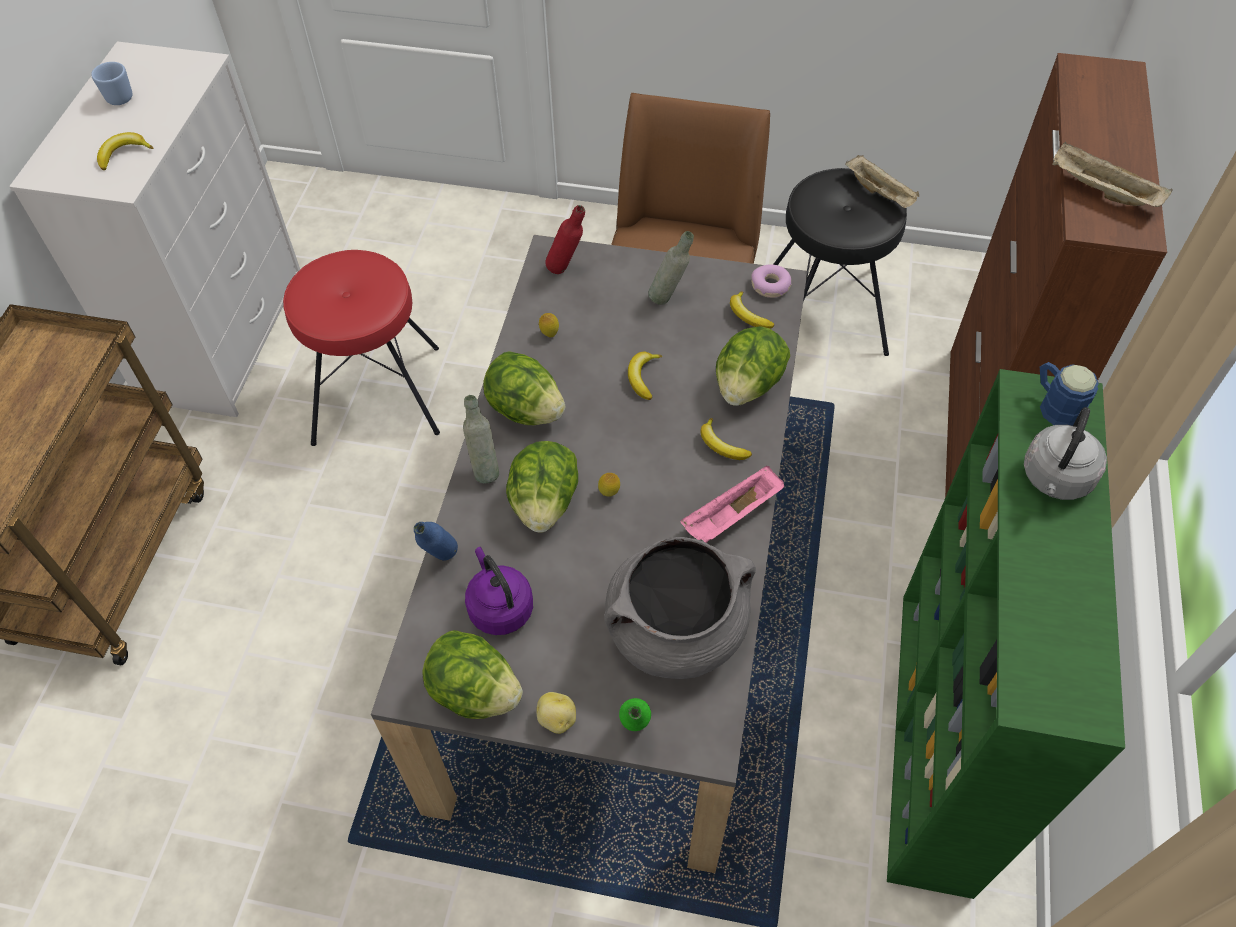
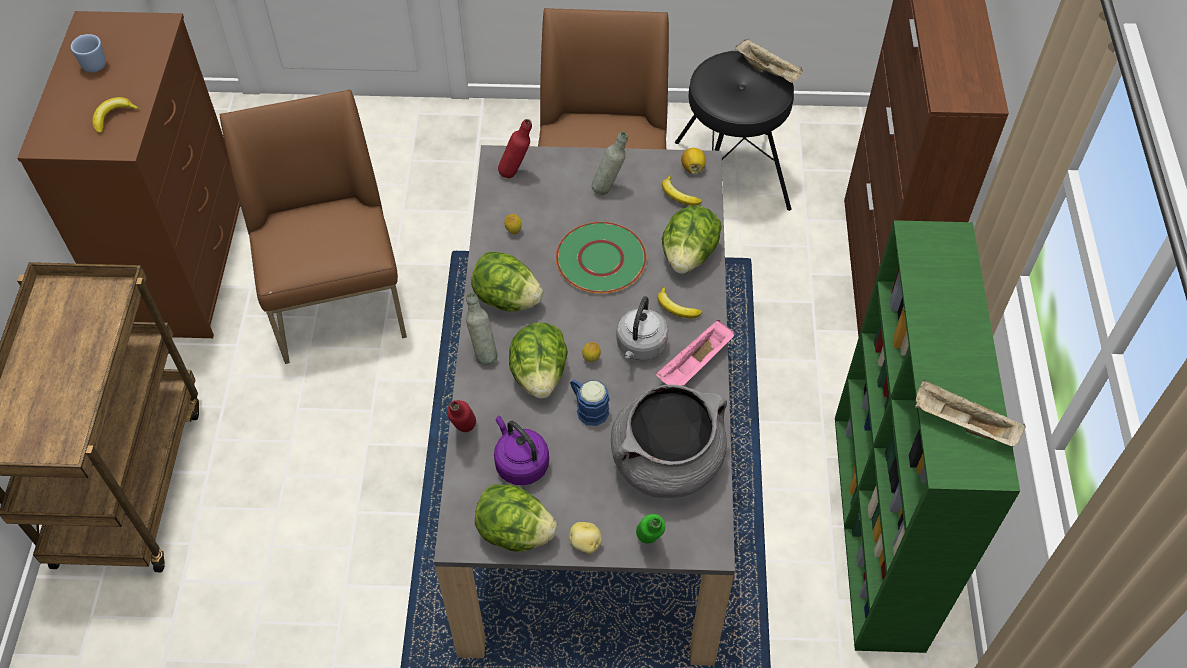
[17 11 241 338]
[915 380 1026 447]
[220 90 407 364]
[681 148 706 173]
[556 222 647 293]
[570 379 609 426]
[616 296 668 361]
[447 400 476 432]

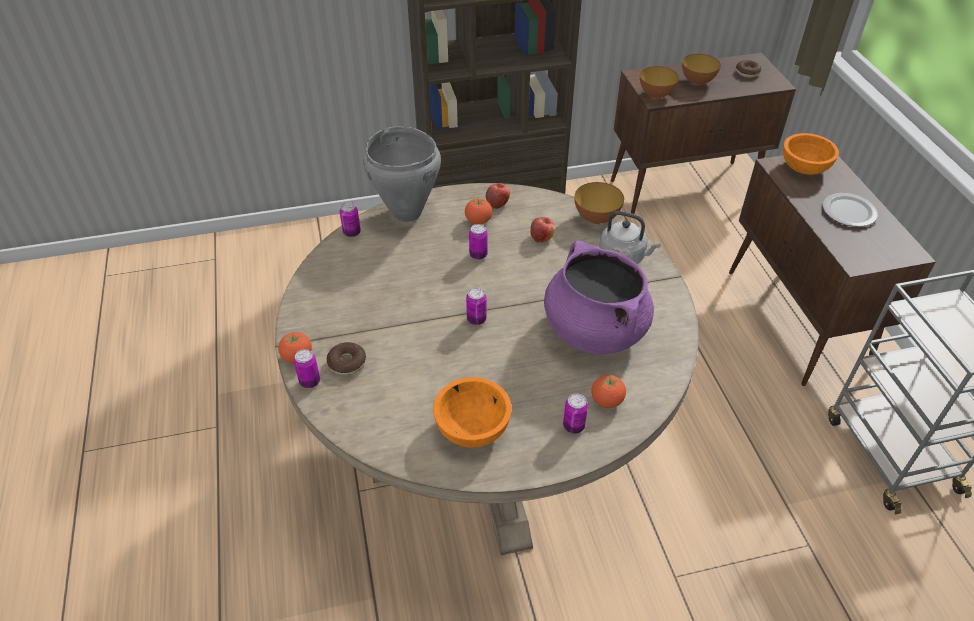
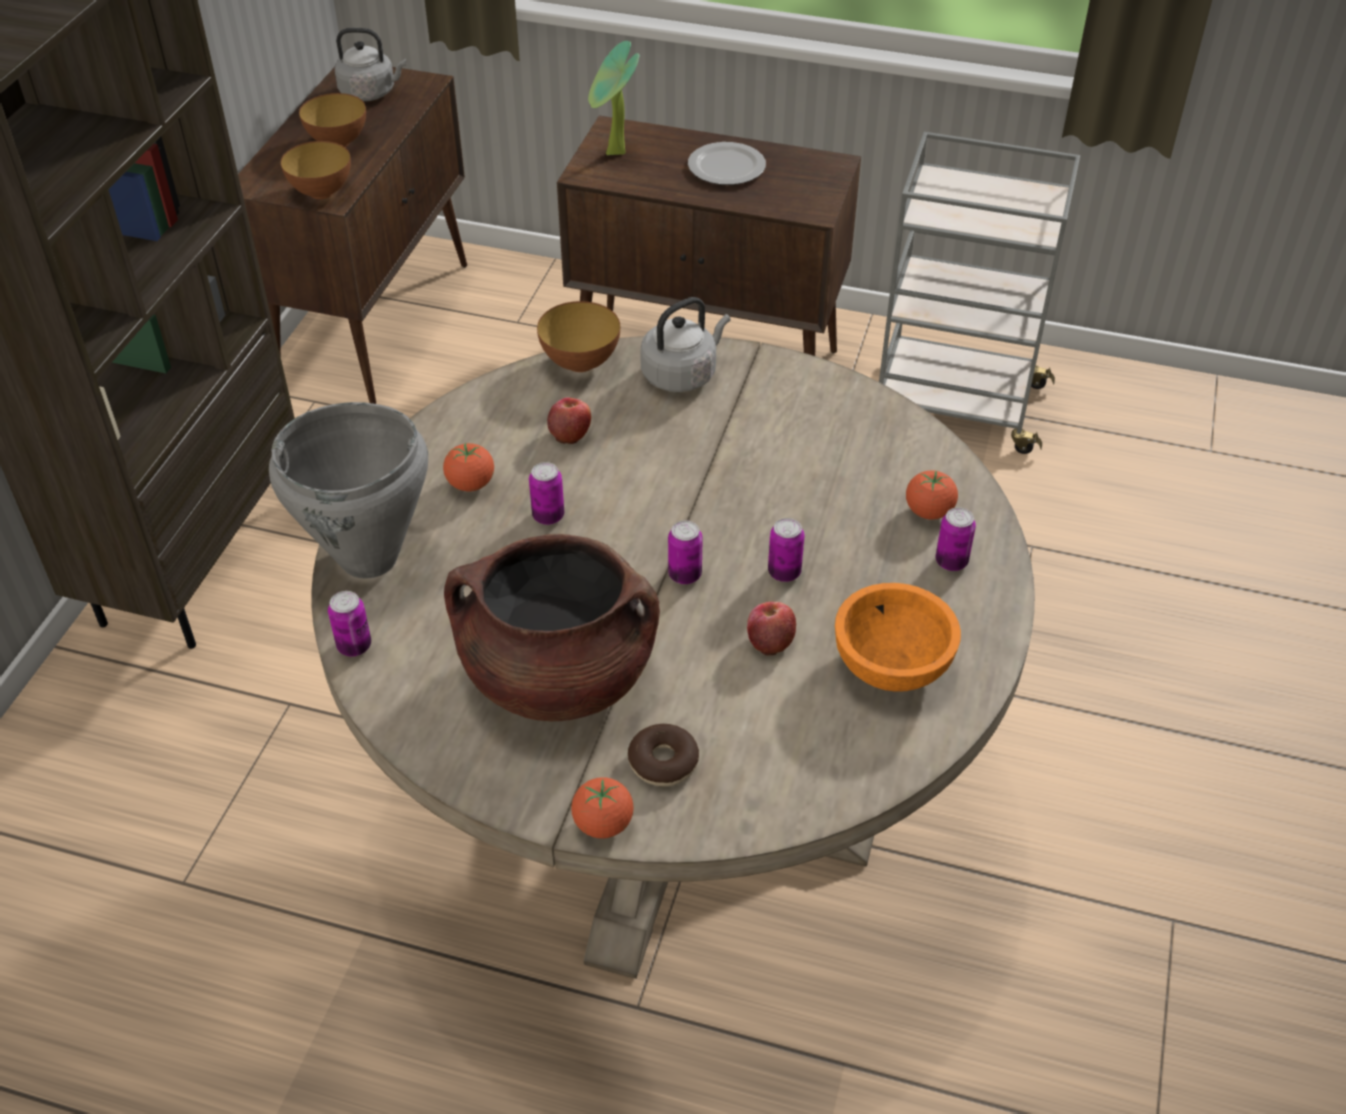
[335 28 406 101]
[588 41 640 155]
[747 602 796 656]
[544 240 654 354] (first image)
[768 518 805 582]
[444 534 660 721]

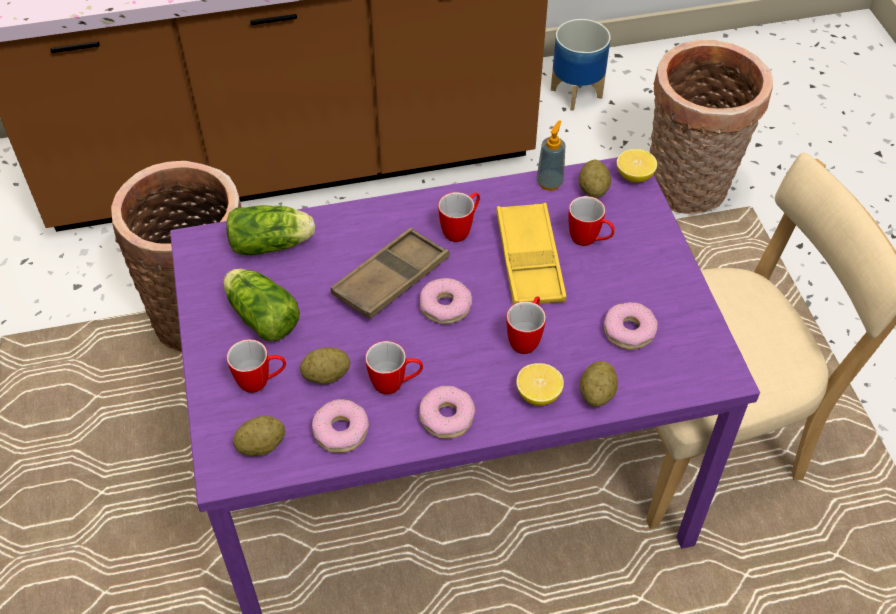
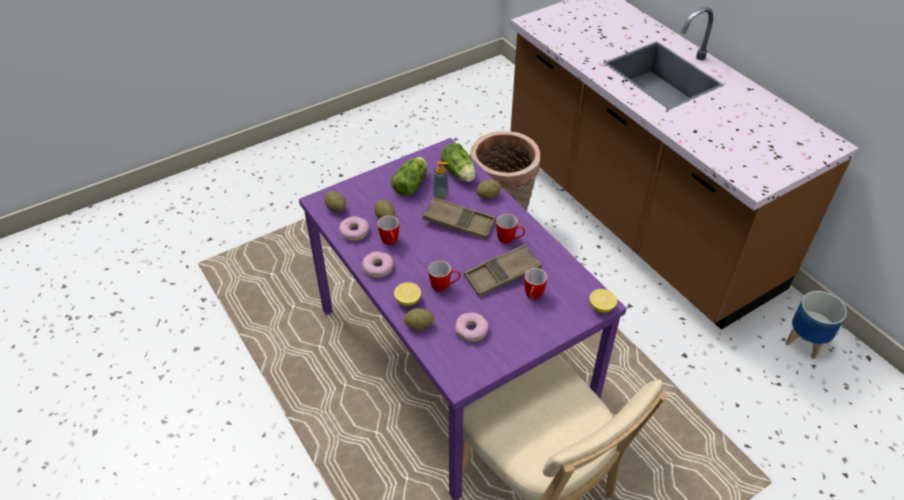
[650 40 773 214] (first image)
[433 161 449 199]
[476 180 501 199]
[464 244 542 296]
[420 278 472 324] (first image)
[227 339 286 393] (first image)

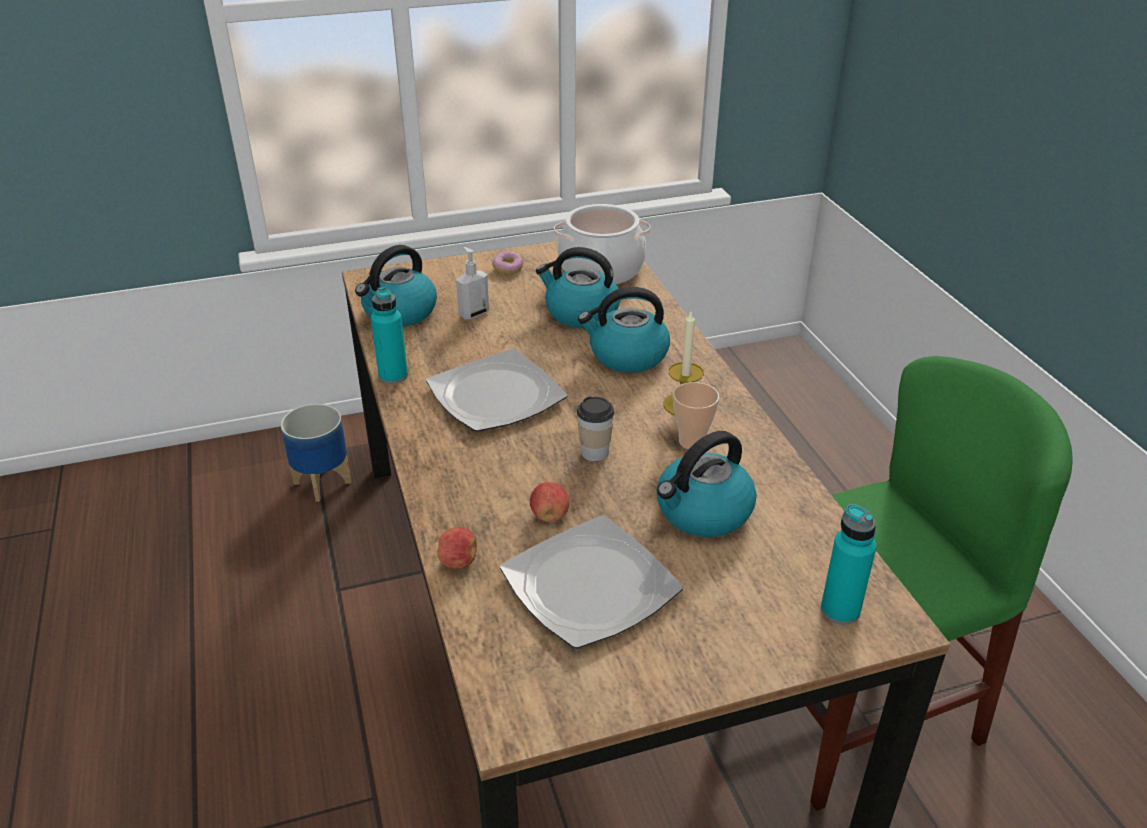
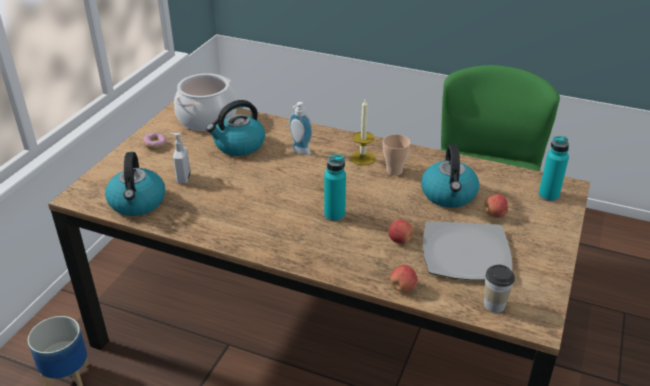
[324 154 346 222]
[289 102 312 155]
[426 349 568 431] (first image)
[484 265 515 313]
[485 194 509 218]

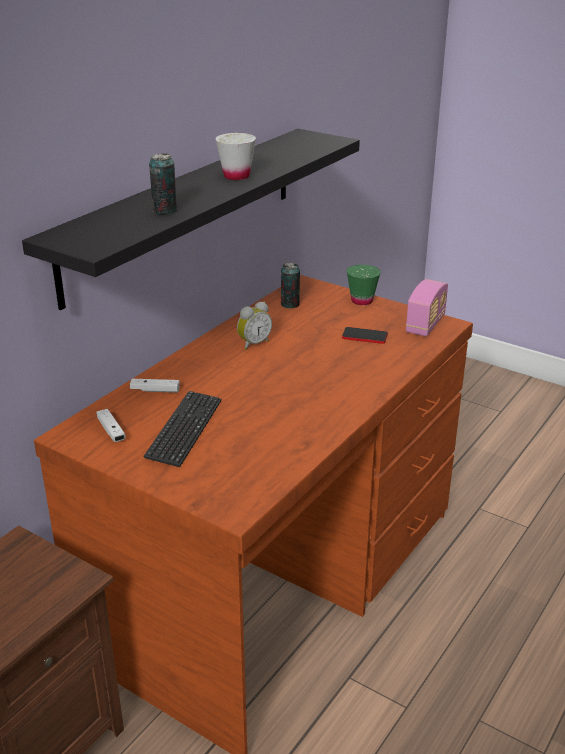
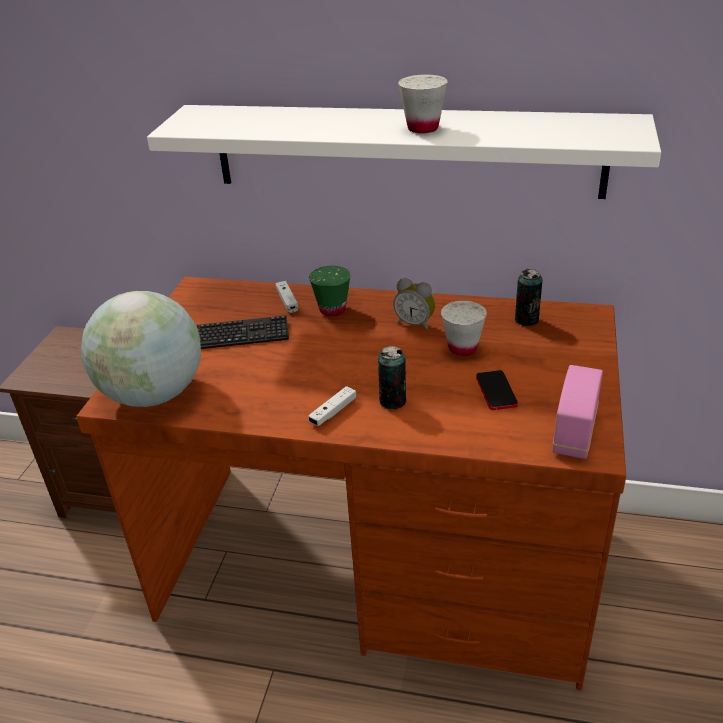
[147 105 661 199]
[378 346 406 409]
[309 266 351 316]
[553 365 603 459]
[308 386 356 426]
[81 291 201 407]
[441 301 487 356]

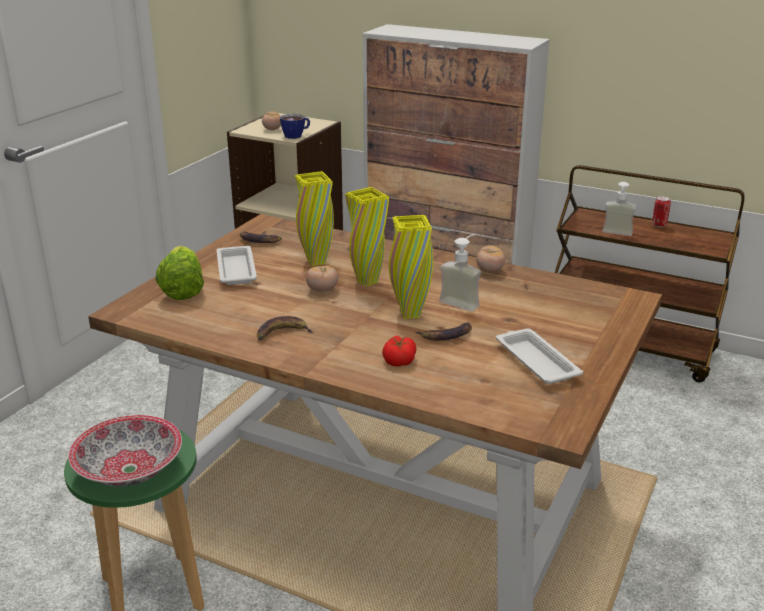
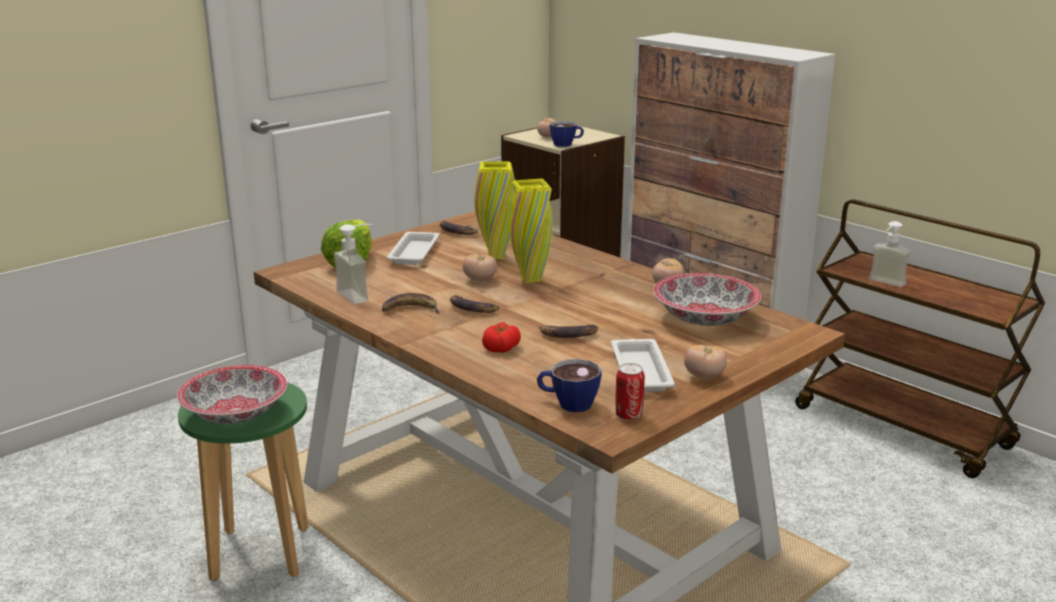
[615 363 645 420]
[389 215 433 319] (first image)
[334 224 372 304]
[653 273 761 326]
[450 295 500 313]
[684 344 727 379]
[537 359 602 412]

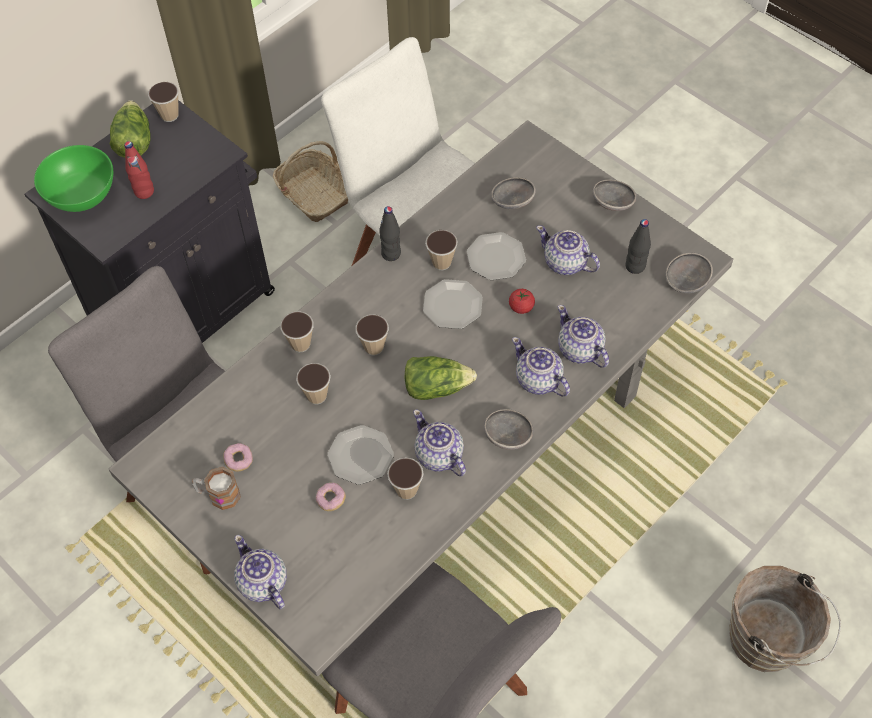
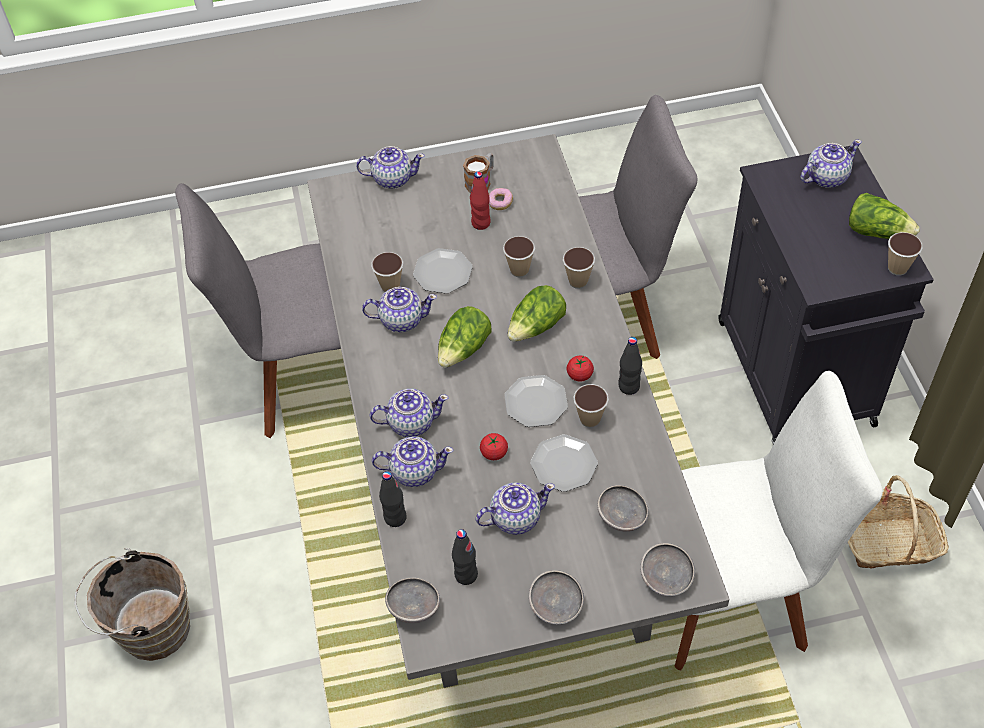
[470 171 491 230]
[800 139 862 188]
[508 285 566 342]
[640 543 695 597]
[316 483 346 511] (first image)
[567 356 594 382]
[379 471 407 527]

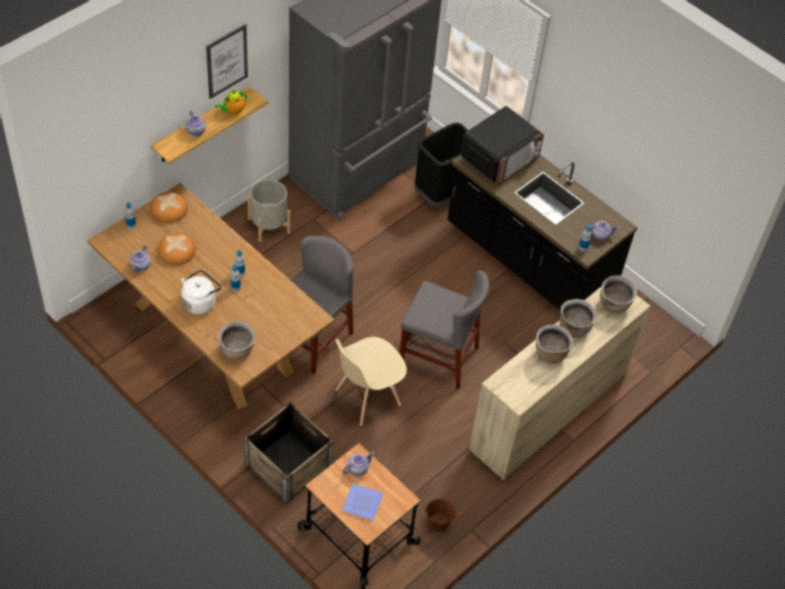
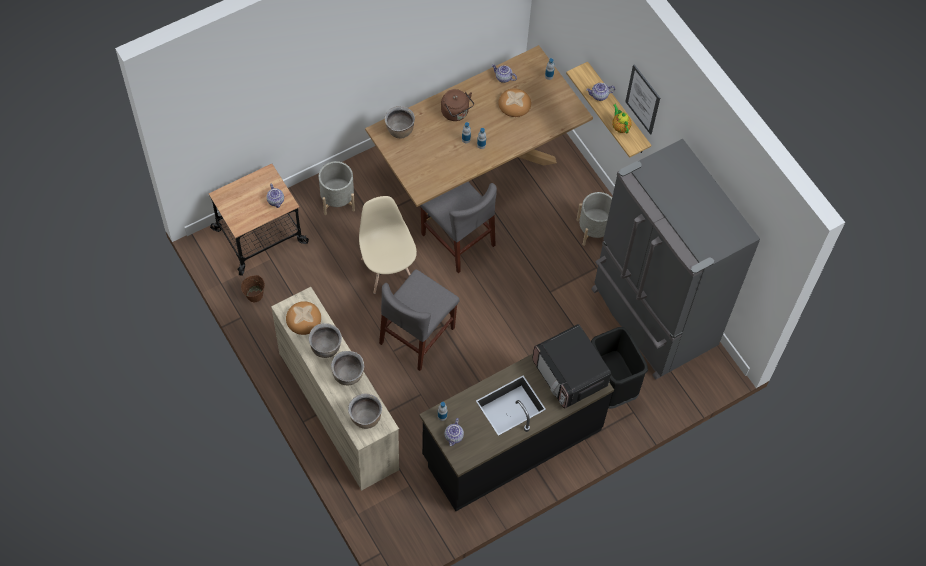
[286 301 321 335]
[441 89 474 121]
[319 161 355 215]
[342 484 383 520] (first image)

